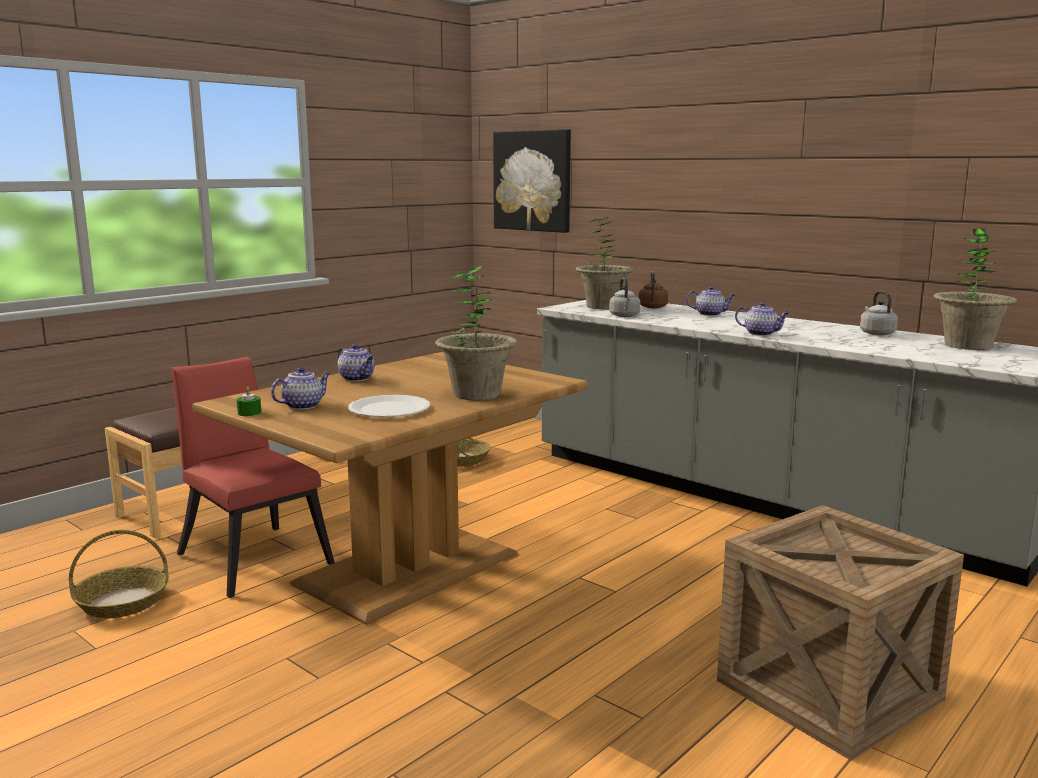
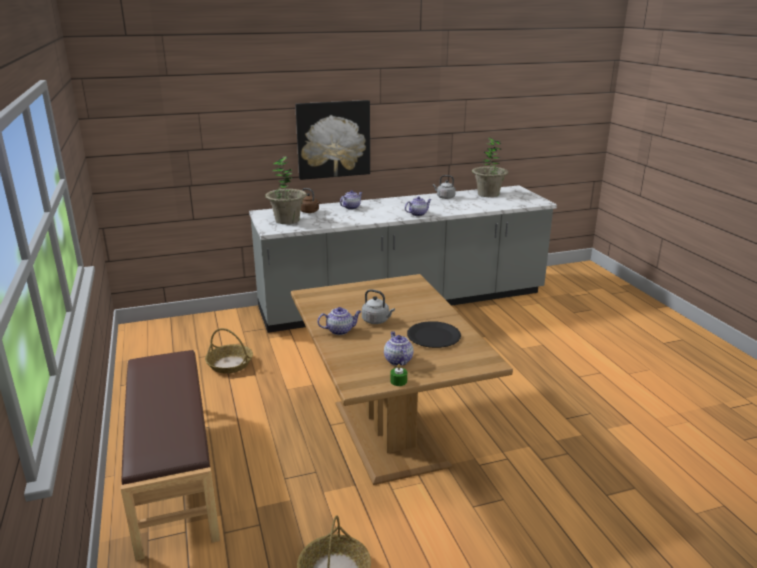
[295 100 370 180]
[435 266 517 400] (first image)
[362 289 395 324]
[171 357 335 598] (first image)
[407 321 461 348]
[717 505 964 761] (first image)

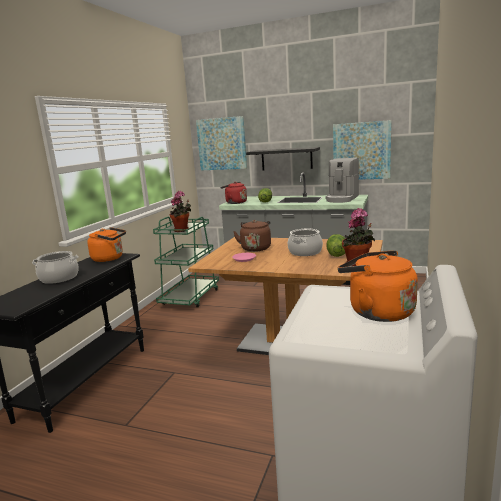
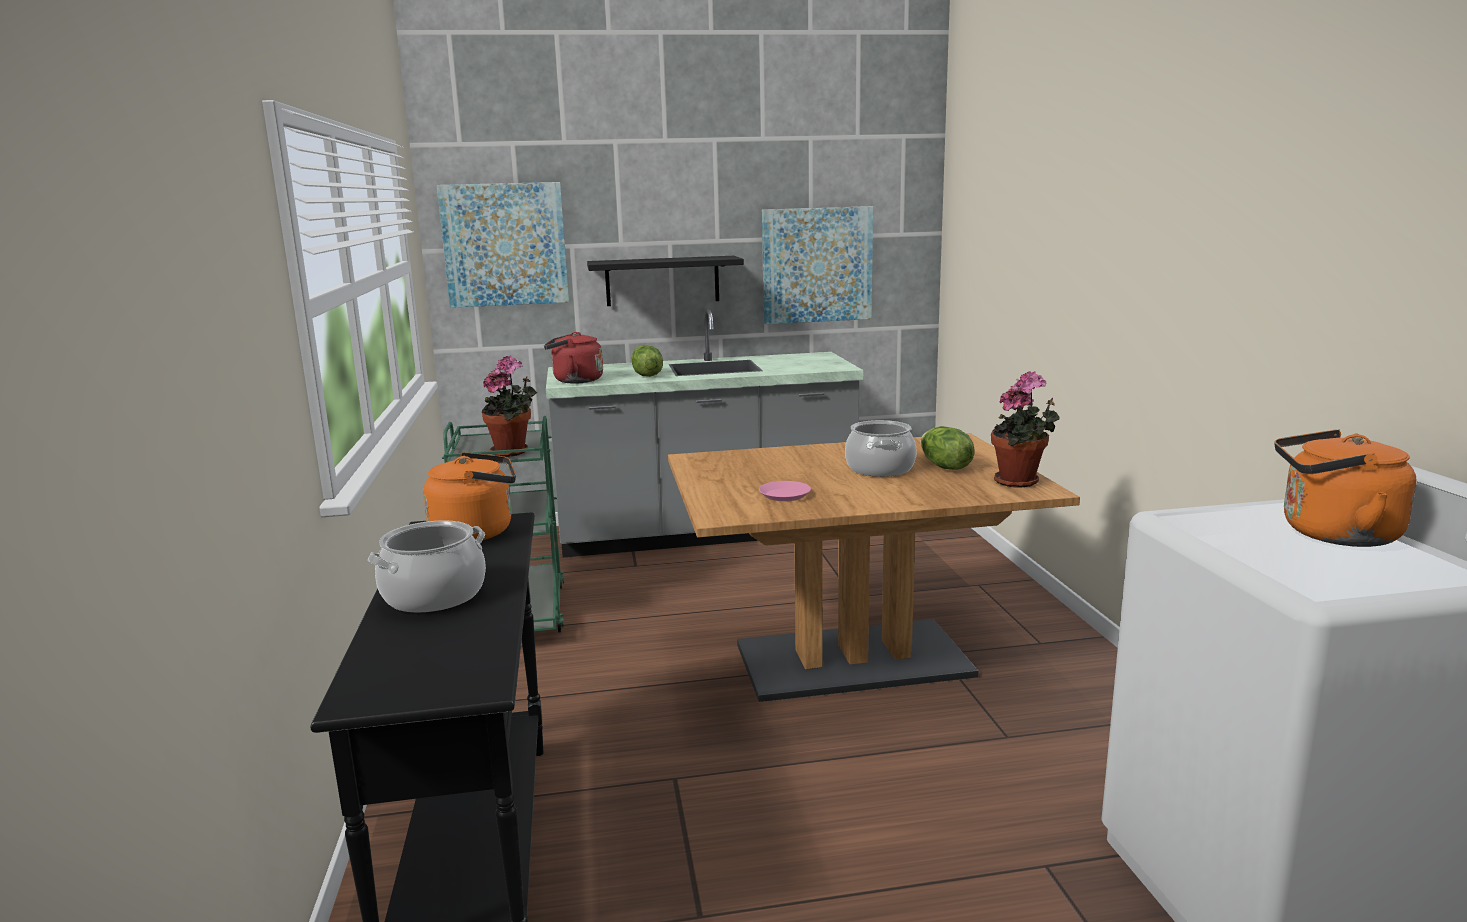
[326 158 359 203] (first image)
[233 220 271 252] (first image)

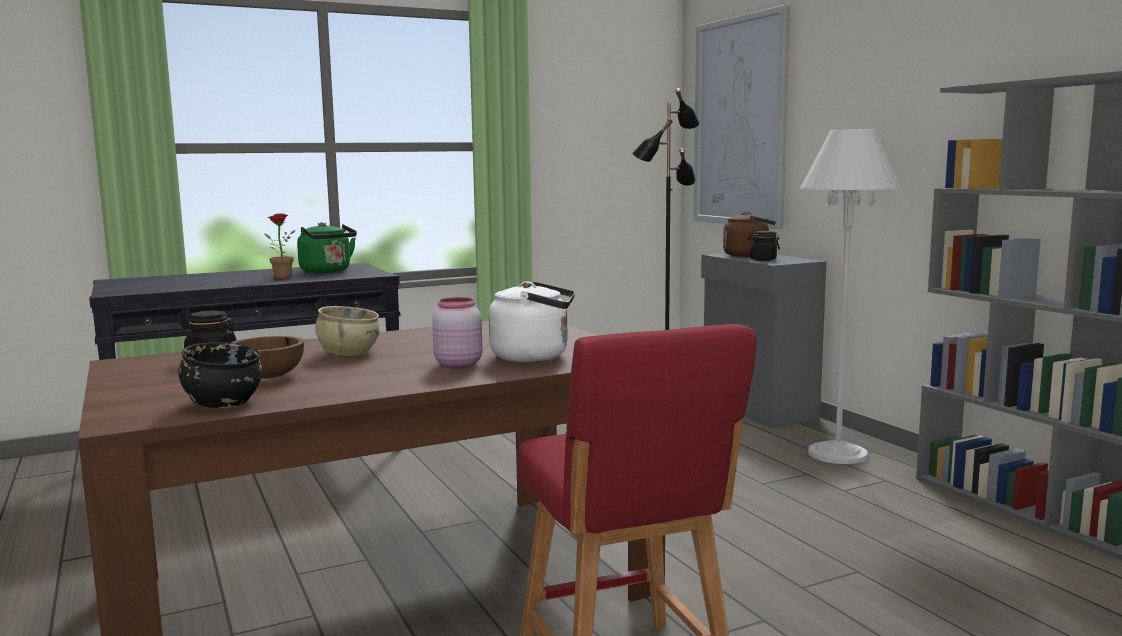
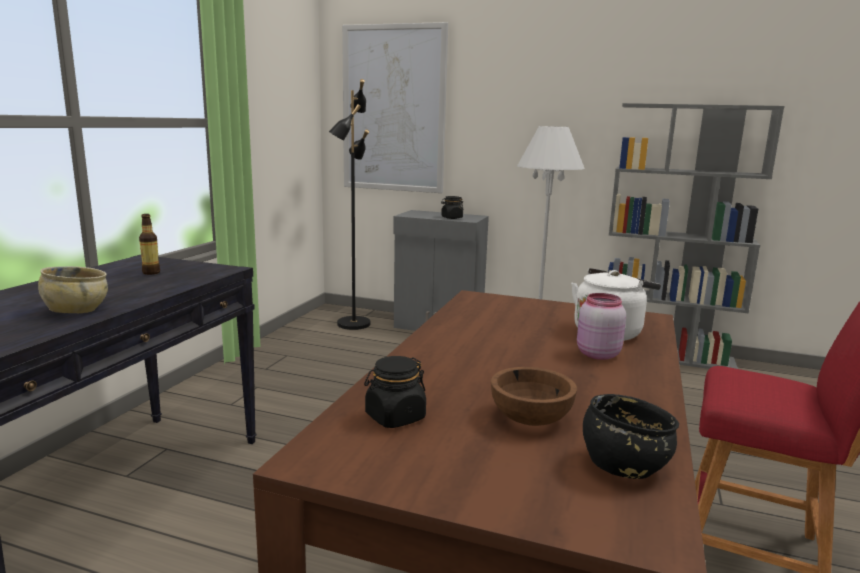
[723 212 776 257] (first image)
[264 213 295 279] (first image)
[139 214 160 275]
[38 266 108 313]

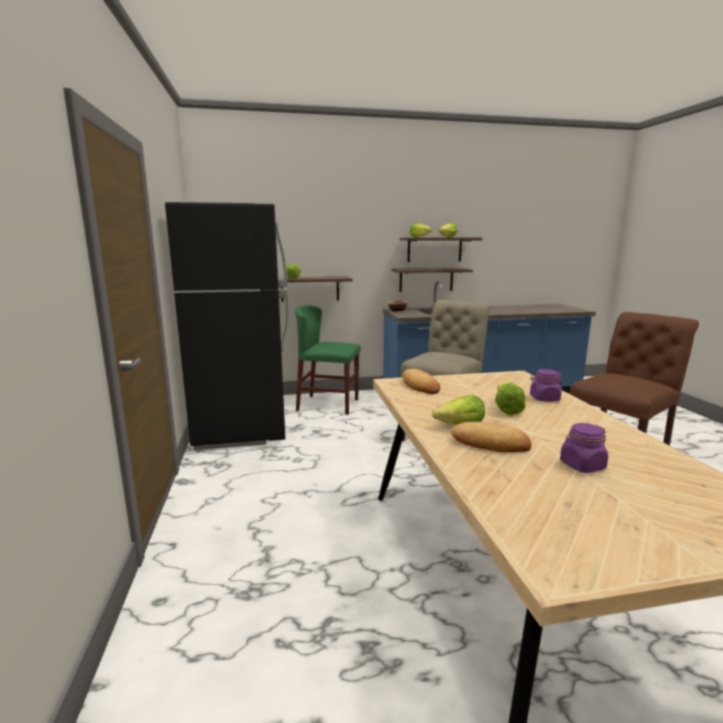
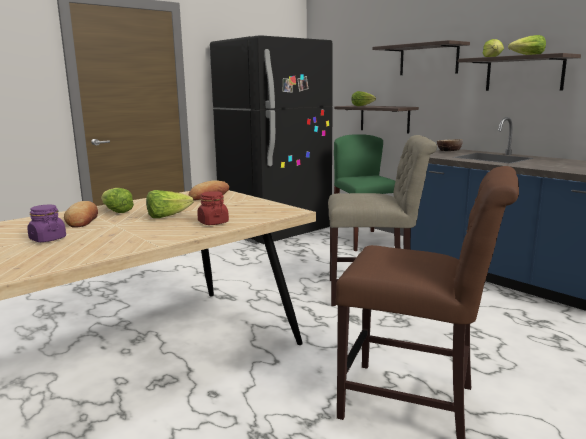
[372 40 470 75]
[197 191 229 225]

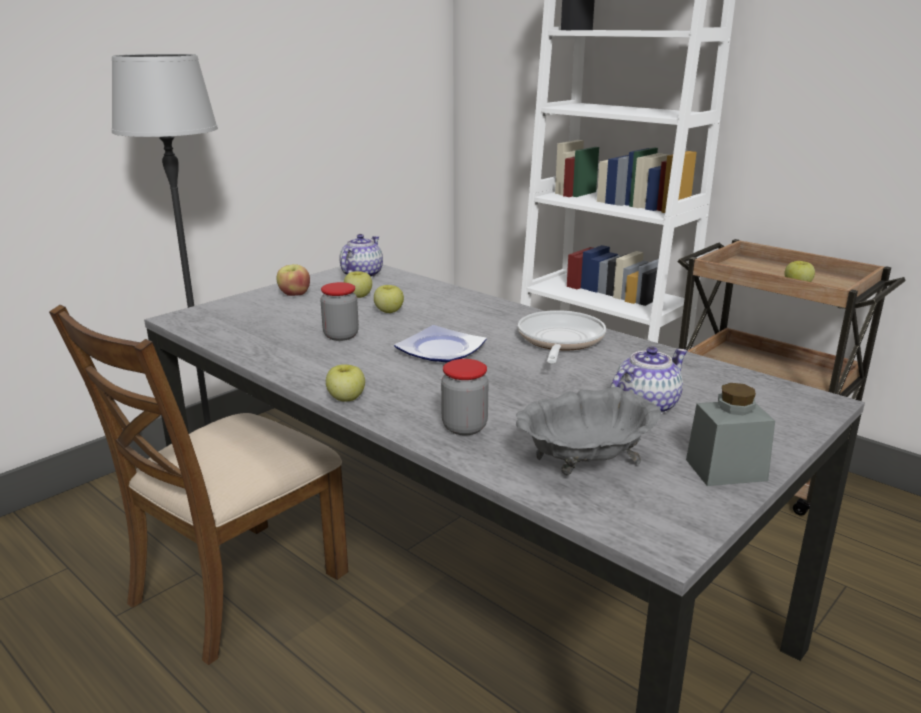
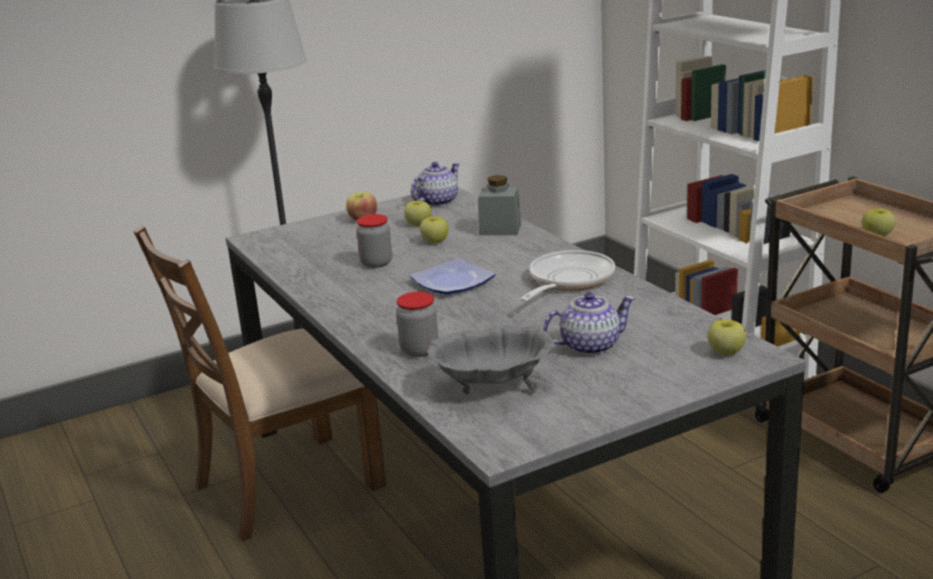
[707 319 746 355]
[478 175 521 235]

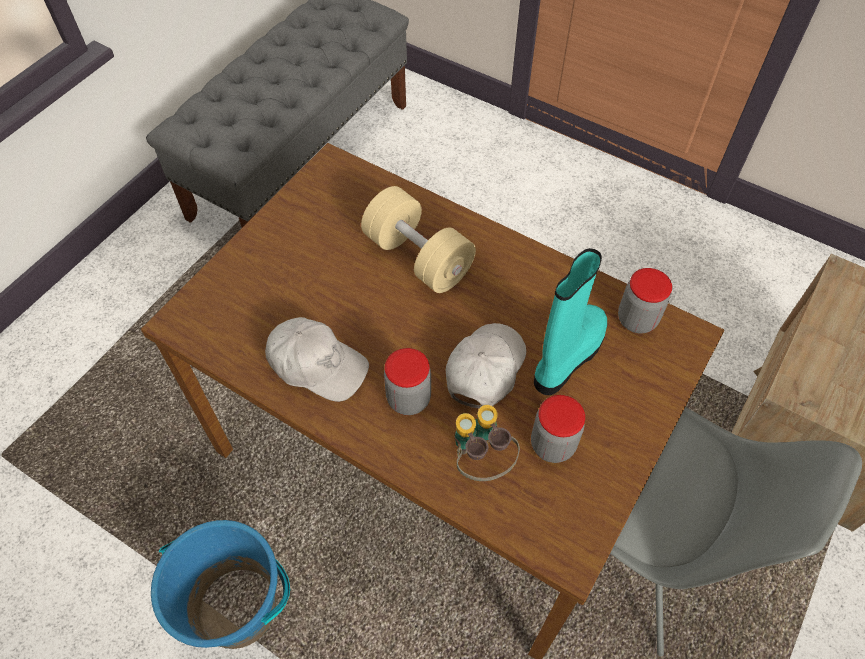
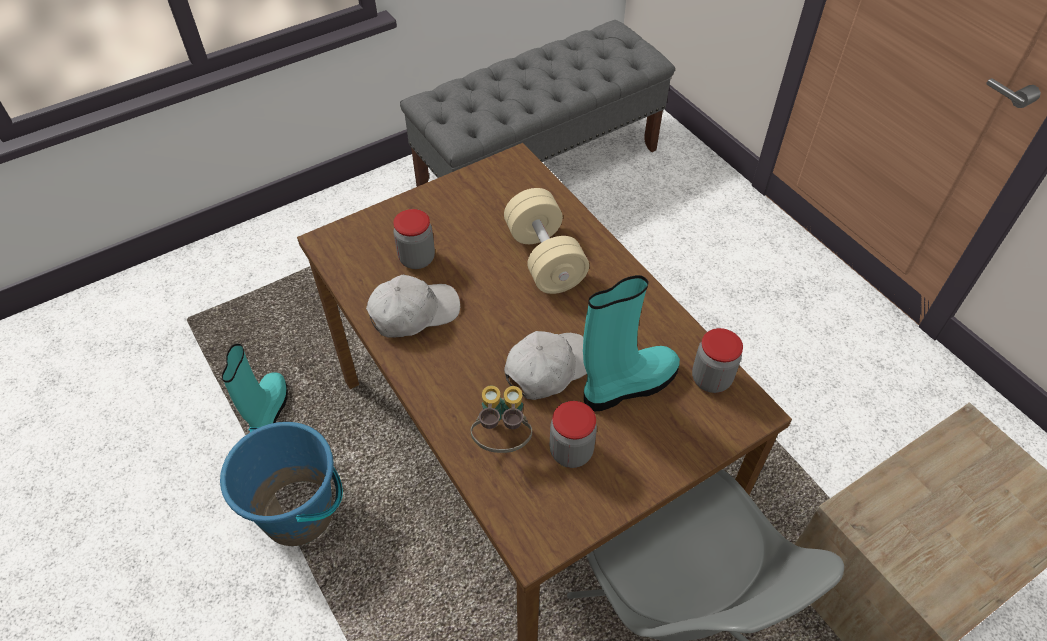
[366 275 460 338]
[393 209 435 269]
[222 344 288 427]

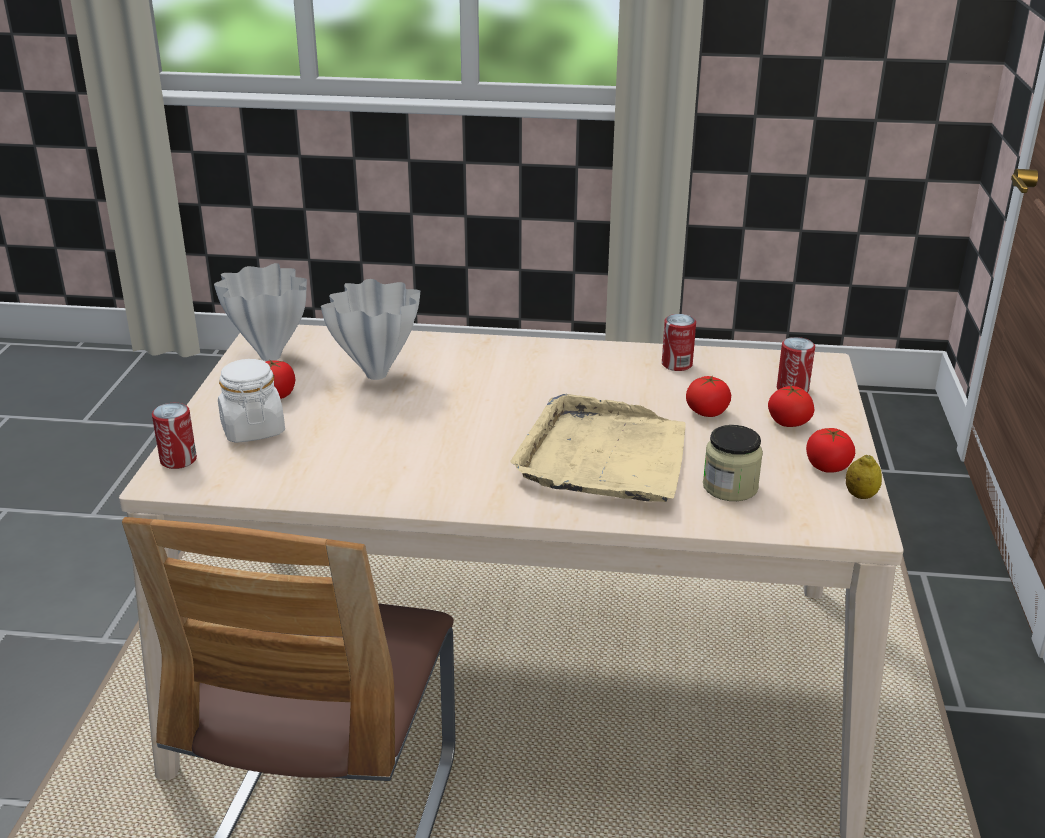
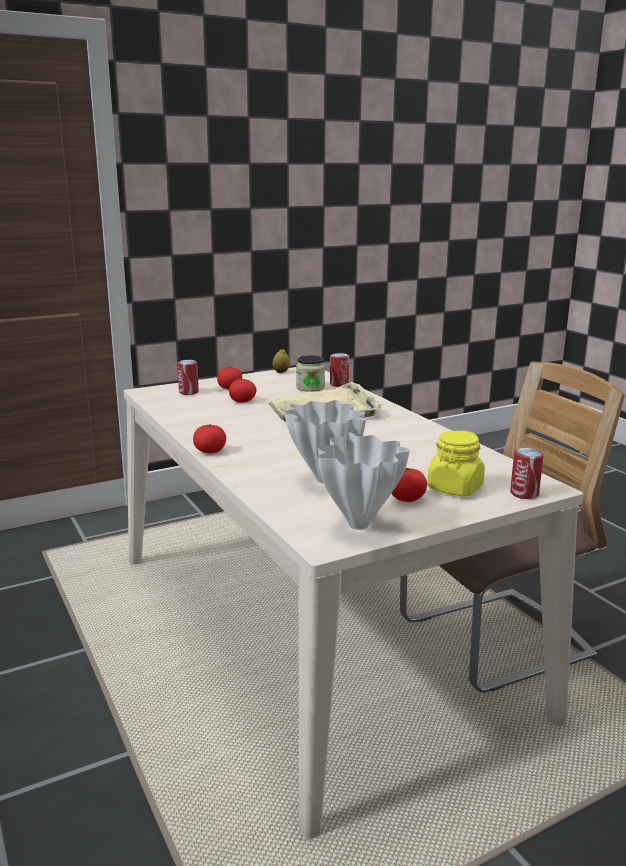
[330 353 349 387]
[427 430 485 496]
[193 424 226 453]

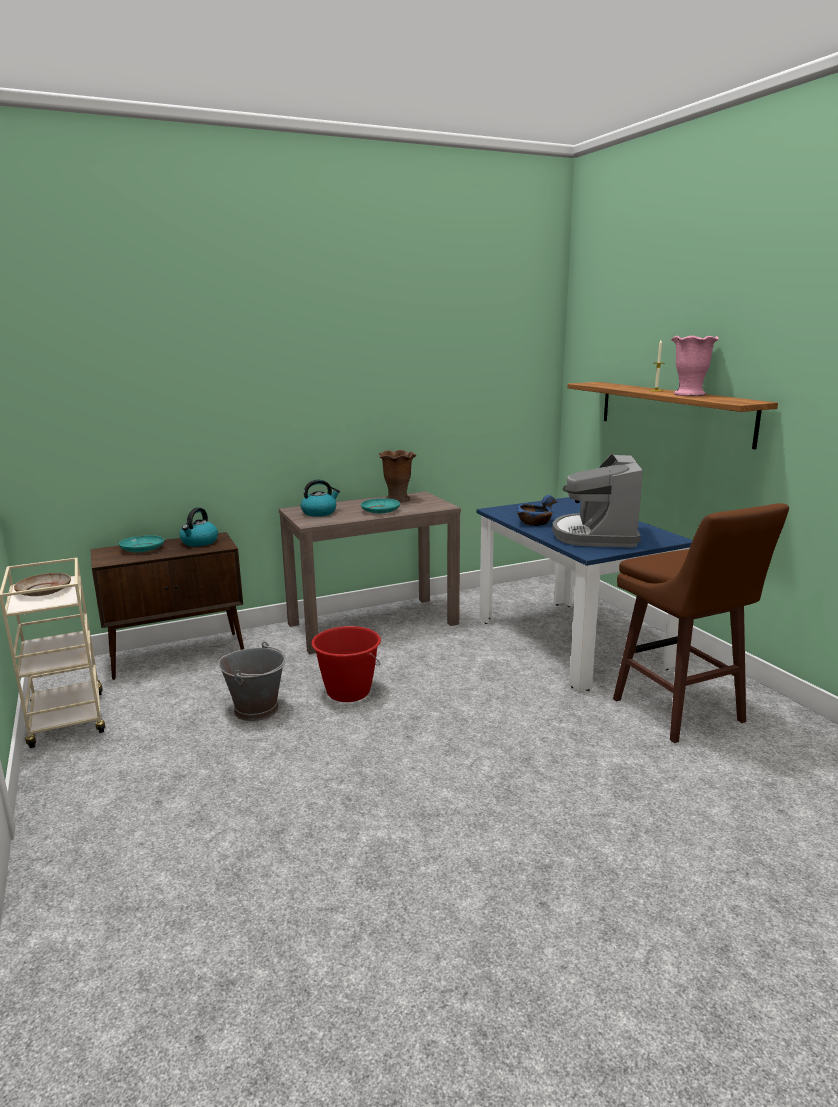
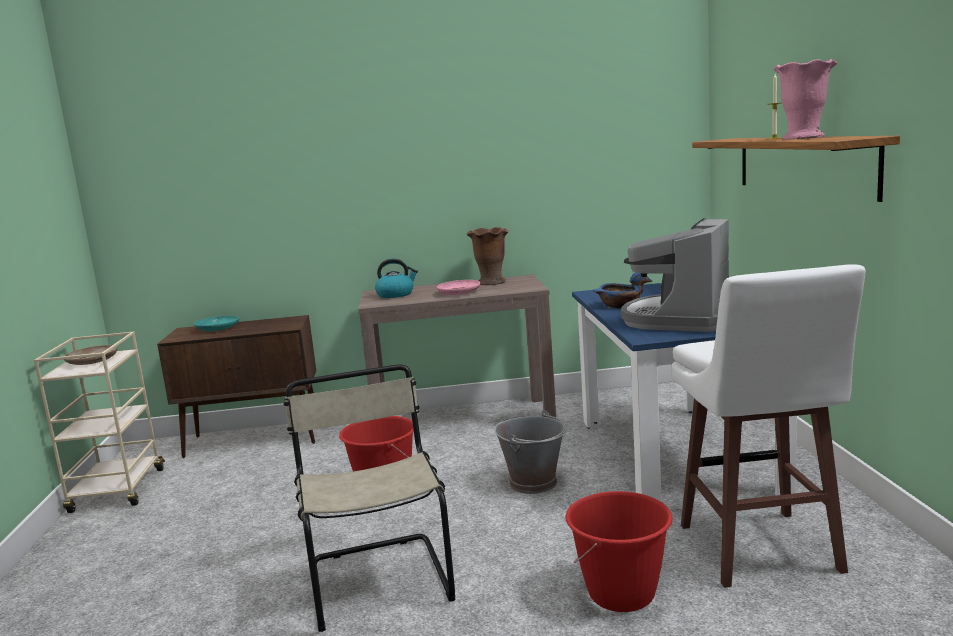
[437 280 480 295]
[671 264 866 588]
[180 508 218 547] (first image)
[495 410 566 494]
[284 365 456 632]
[565 491 672 612]

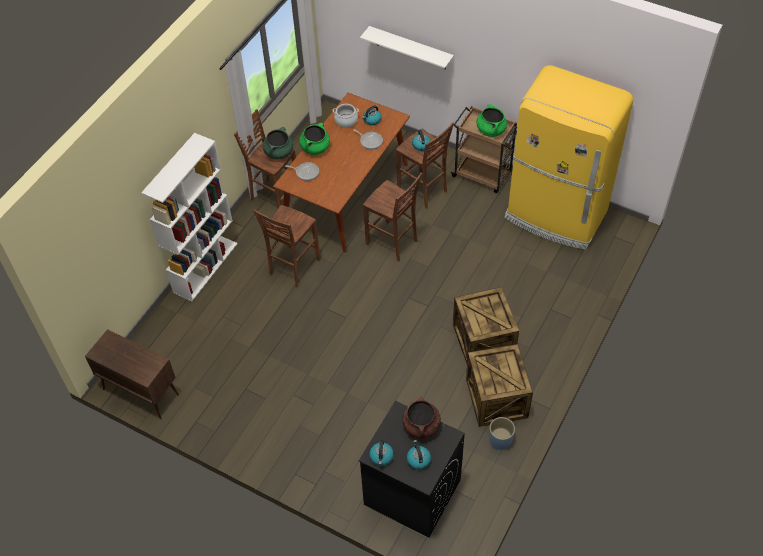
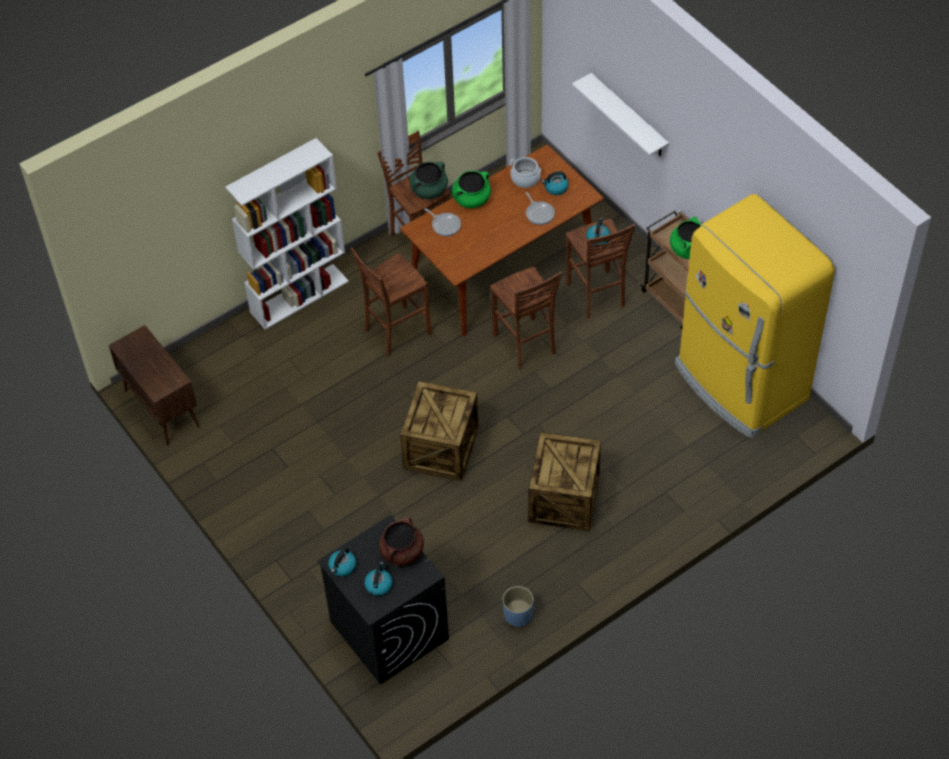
[400 381 479 481]

